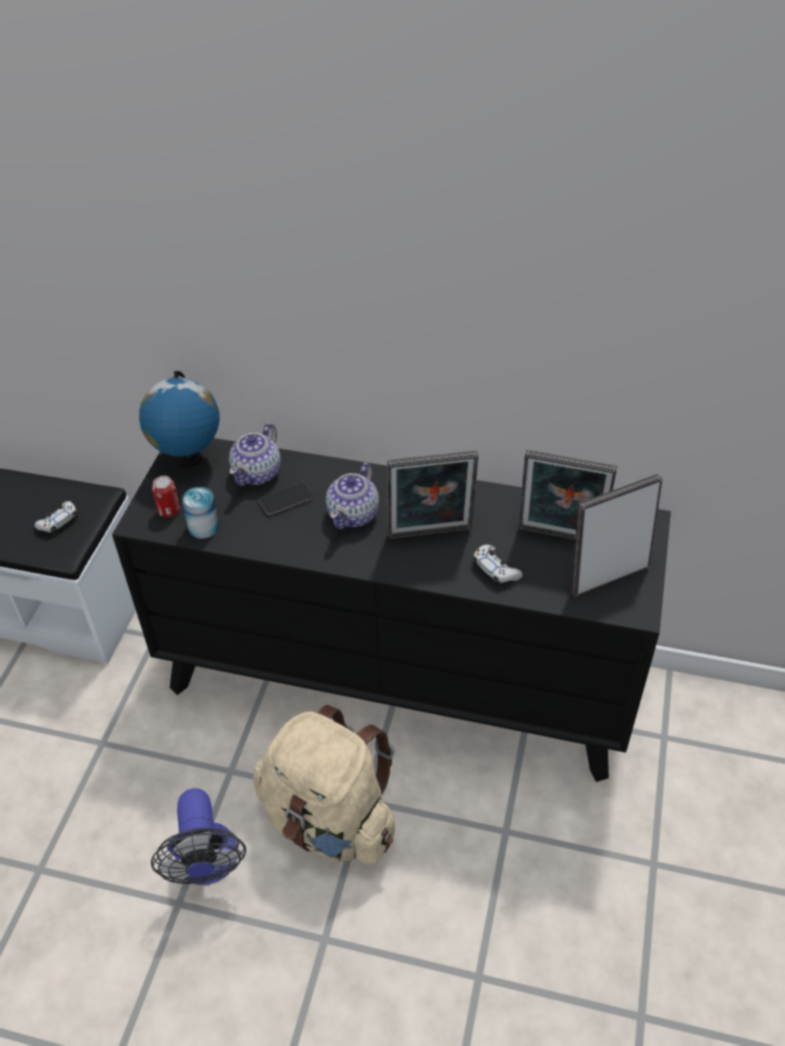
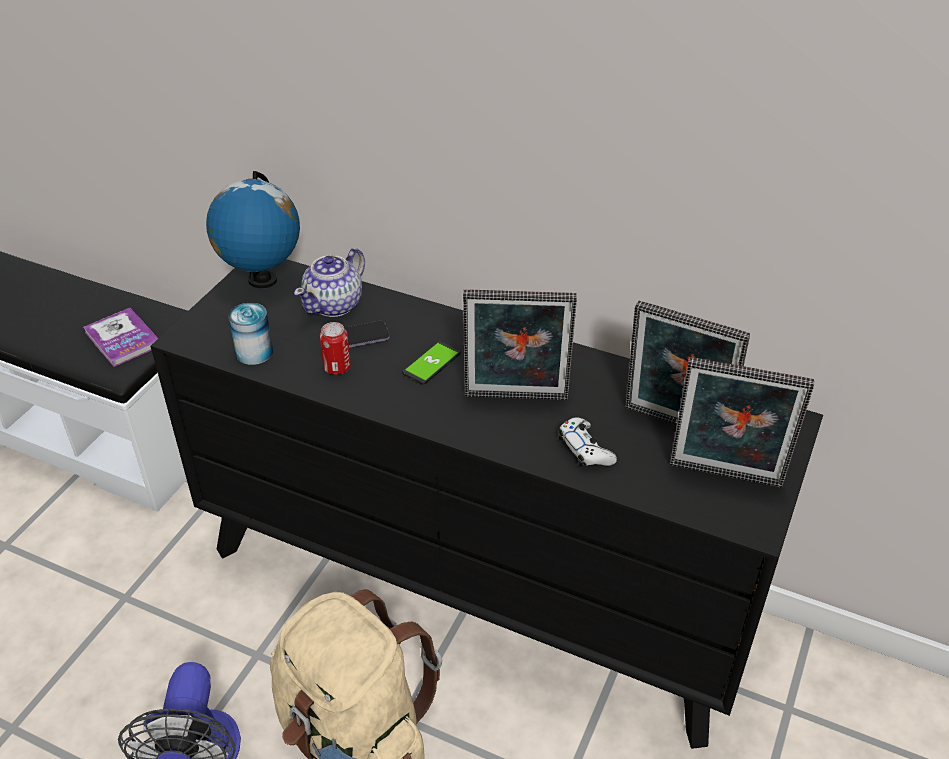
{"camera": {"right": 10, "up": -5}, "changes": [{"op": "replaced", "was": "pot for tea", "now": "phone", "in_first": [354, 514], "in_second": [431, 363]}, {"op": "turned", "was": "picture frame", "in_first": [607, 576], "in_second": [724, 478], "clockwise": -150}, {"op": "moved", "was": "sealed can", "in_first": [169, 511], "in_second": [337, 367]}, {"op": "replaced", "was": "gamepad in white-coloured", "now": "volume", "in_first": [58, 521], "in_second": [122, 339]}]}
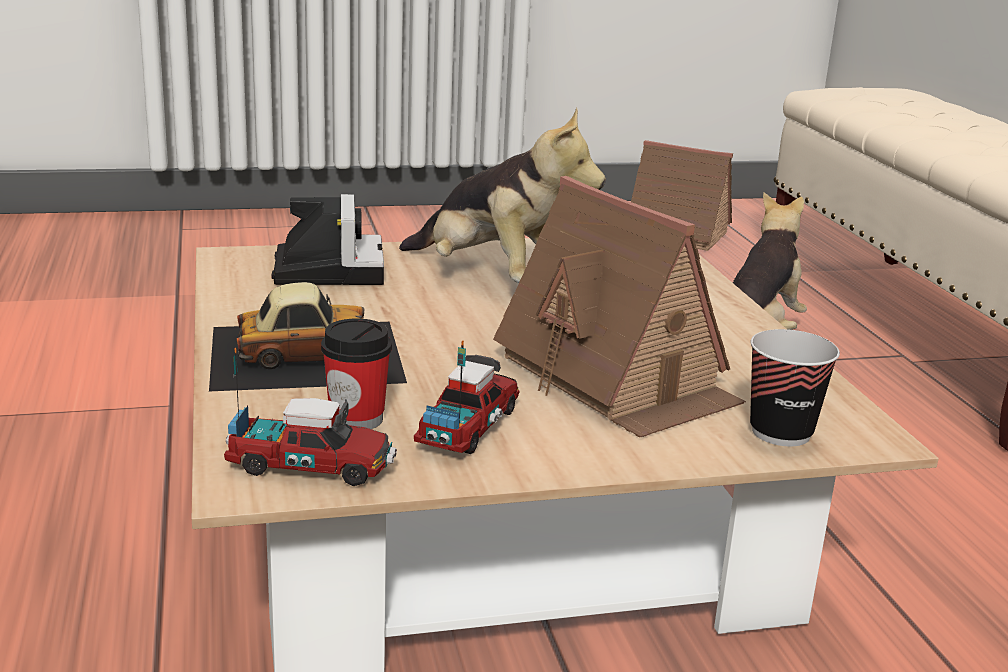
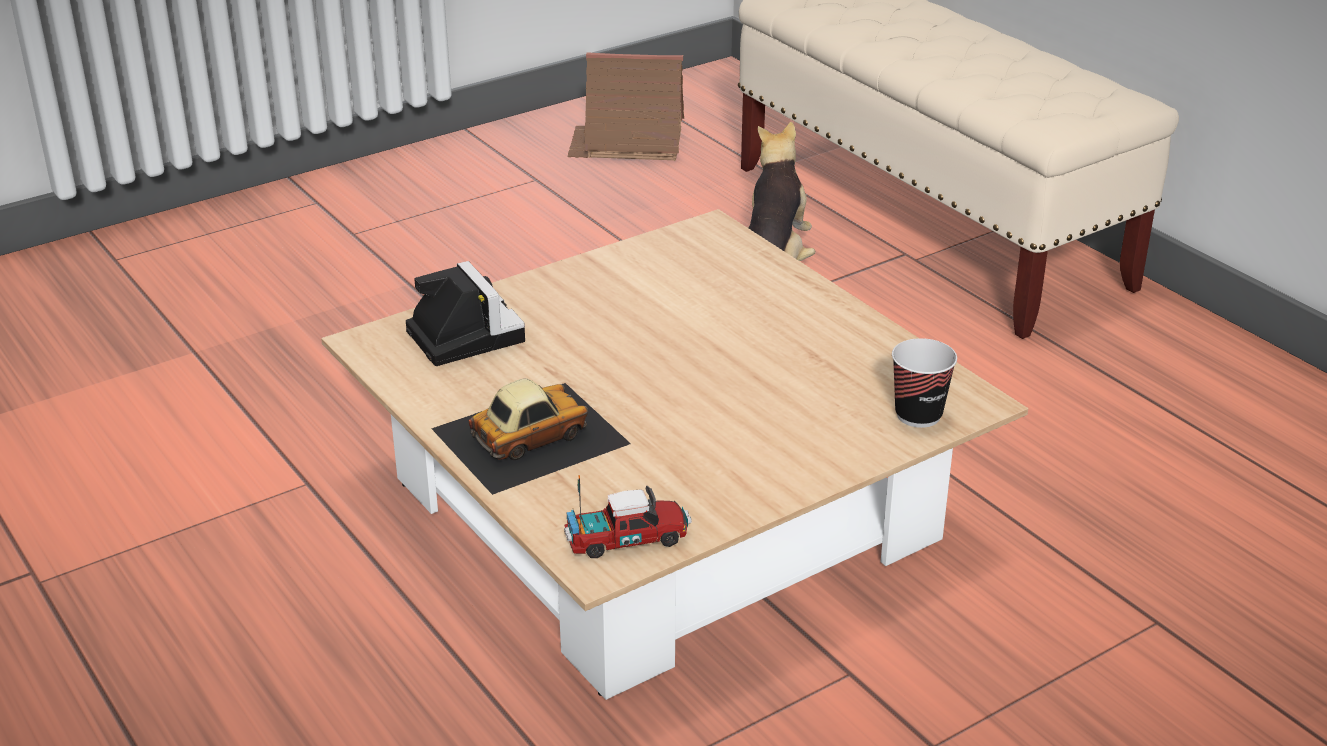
{"camera": {"right": -20, "up": 10}, "changes": [{"op": "removed", "was": "soft toy", "in_first": [492, 280]}, {"op": "removed", "was": "toy house", "in_first": [617, 378]}, {"op": "removed", "was": "cup", "in_first": [356, 419]}, {"op": "removed", "was": "model truck", "in_first": [469, 427]}]}
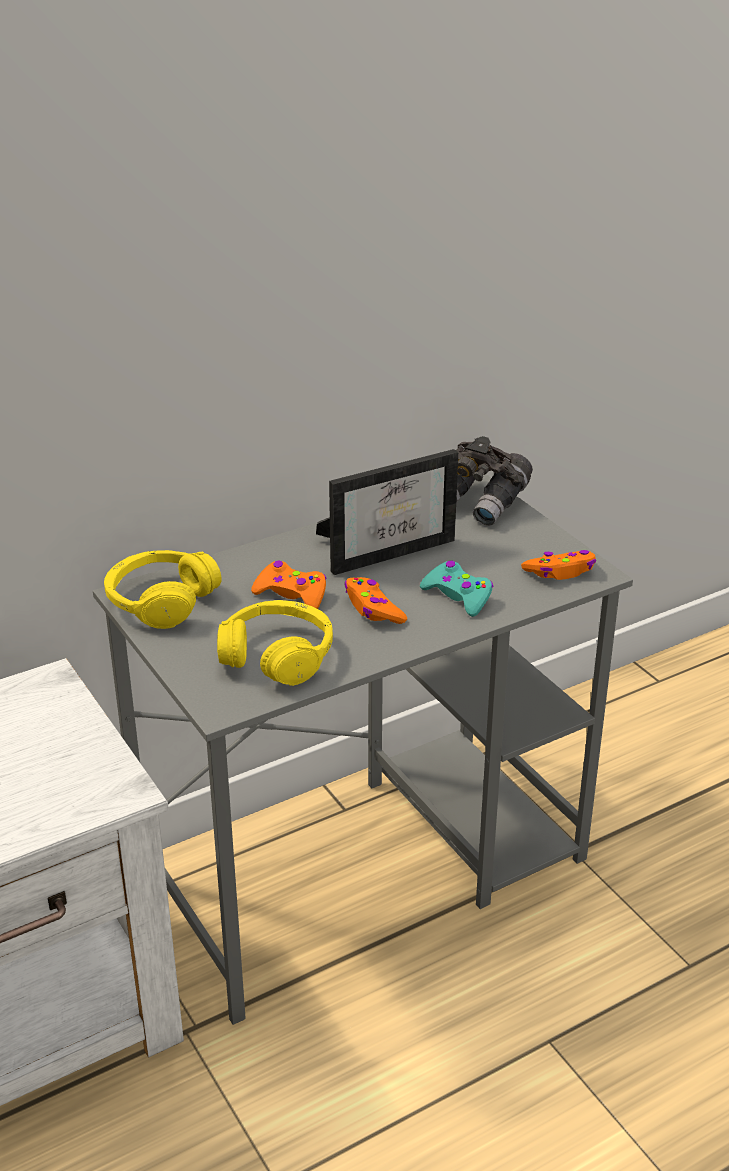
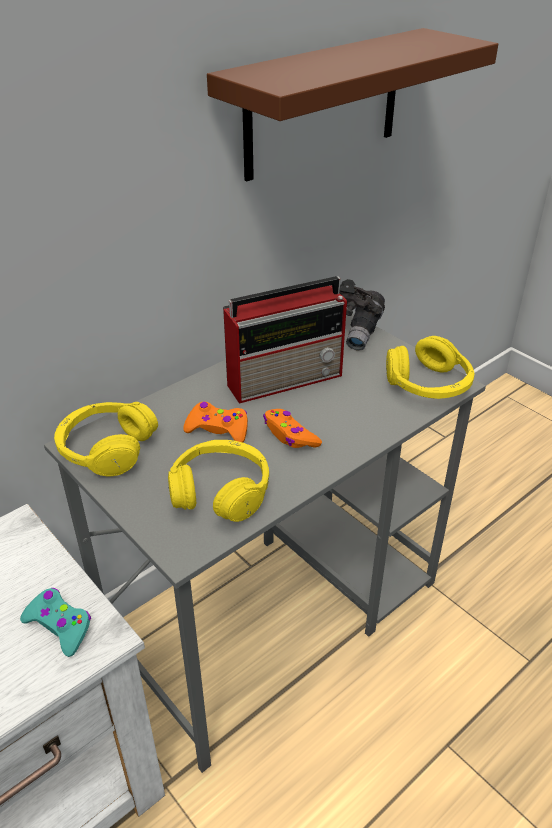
{"camera": {"right": -10, "up": 5}, "changes": [{"op": "replaced", "was": "picture frame", "now": "radio set", "in_first": [389, 549], "in_second": [287, 378]}, {"op": "replaced", "was": "gamepad in orange", "now": "headset in yellow", "in_first": [561, 571], "in_second": [428, 385]}, {"op": "moved", "was": "gamepad in turquoise", "in_first": [458, 596], "in_second": [59, 626]}, {"op": "added", "now": "wall shelf in brown-coloured", "in_second": [323, 104]}]}
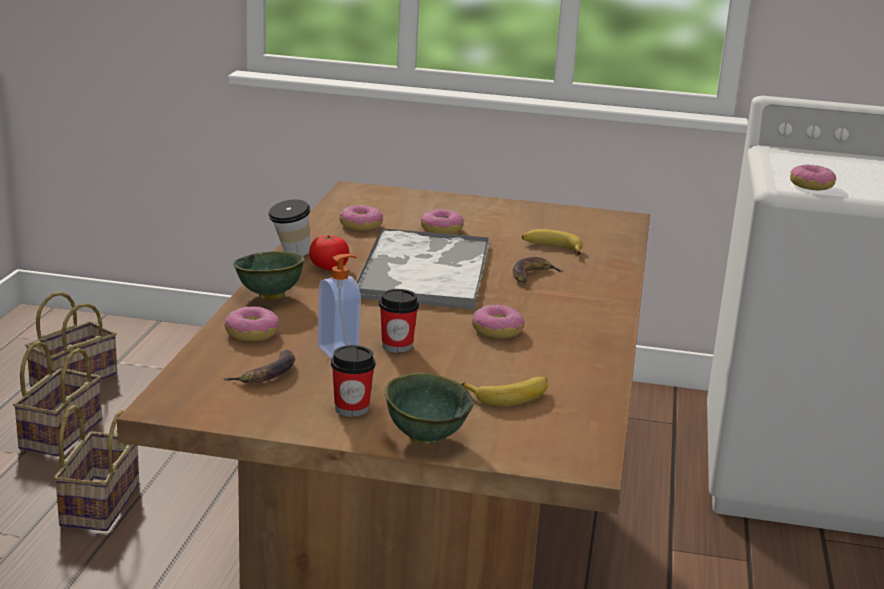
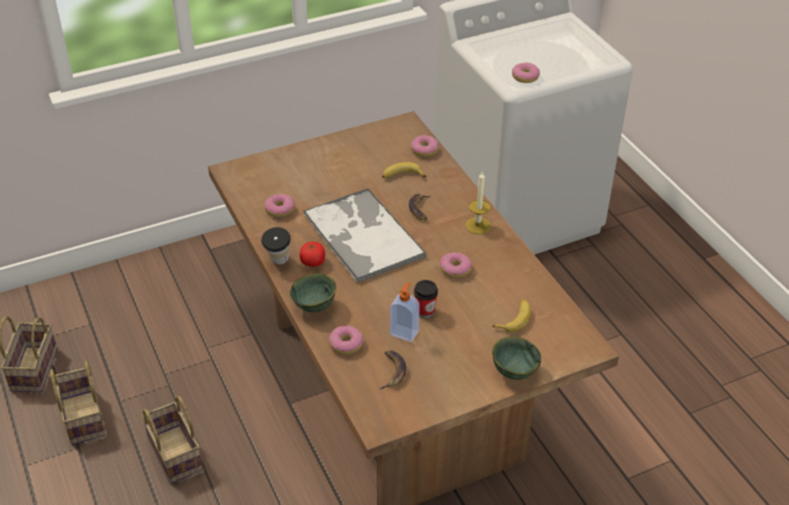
{"camera": {"right": -35, "up": 20}, "changes": [{"op": "moved", "was": "donut", "in_first": [441, 229], "in_second": [424, 150]}, {"op": "removed", "was": "cup", "in_first": [351, 409]}, {"op": "added", "now": "wax candle", "in_second": [478, 225]}]}
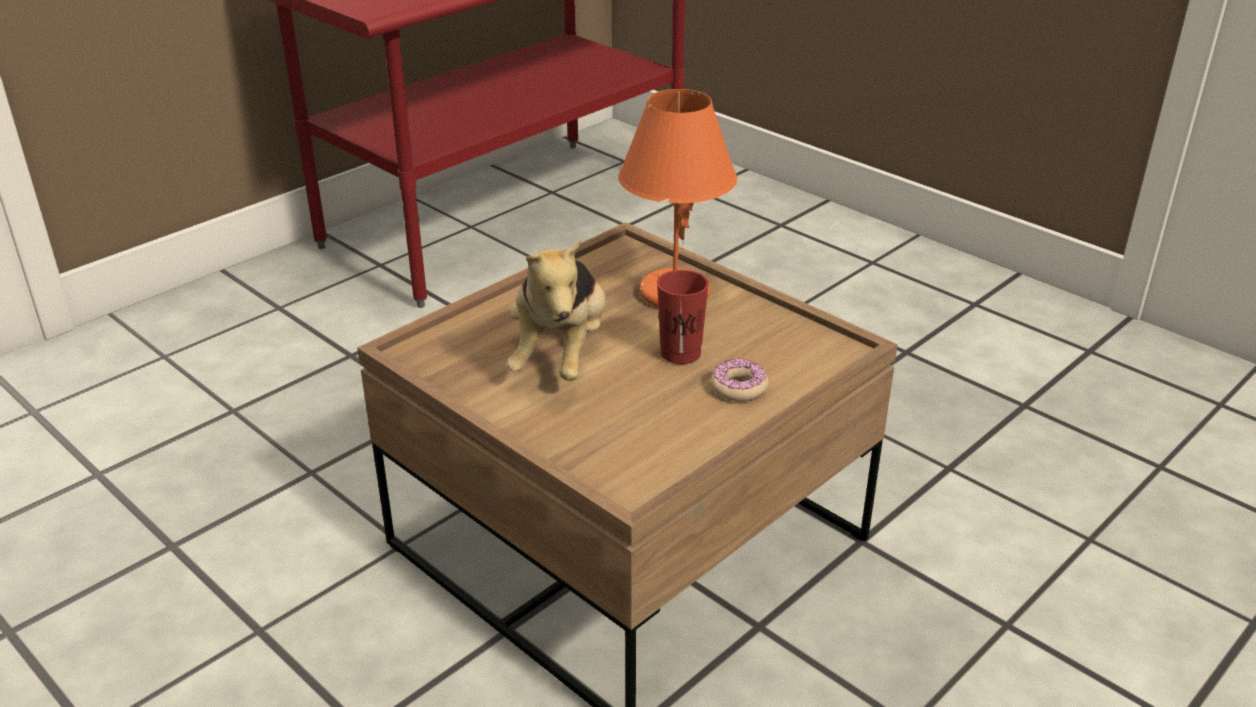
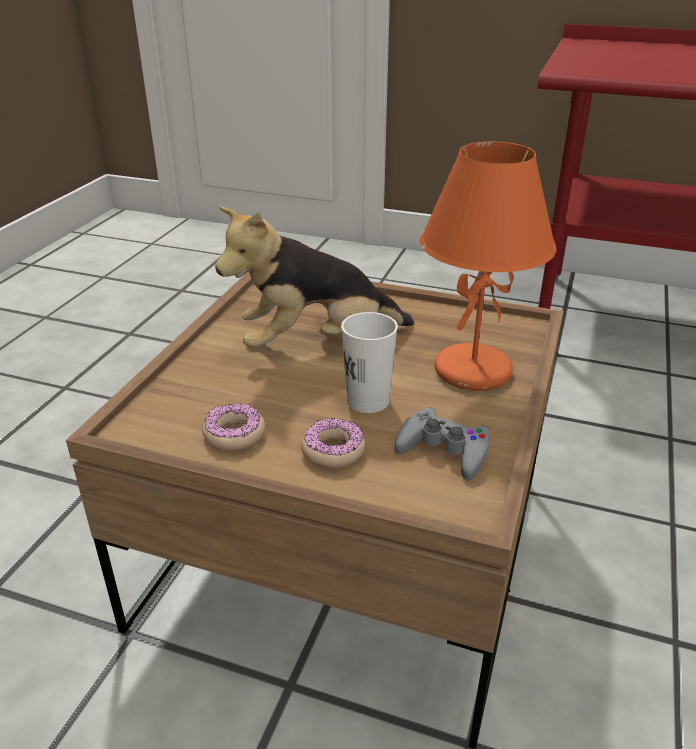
{"camera": {"right": 65, "up": 0}, "changes": [{"op": "recoloured", "was": "cup in red", "now": "cup in white-coloured", "in_first": [680, 353], "in_second": [368, 401]}, {"op": "added", "now": "donut", "in_second": [234, 434]}, {"op": "added", "now": "gamepad in grey", "in_second": [443, 450]}]}
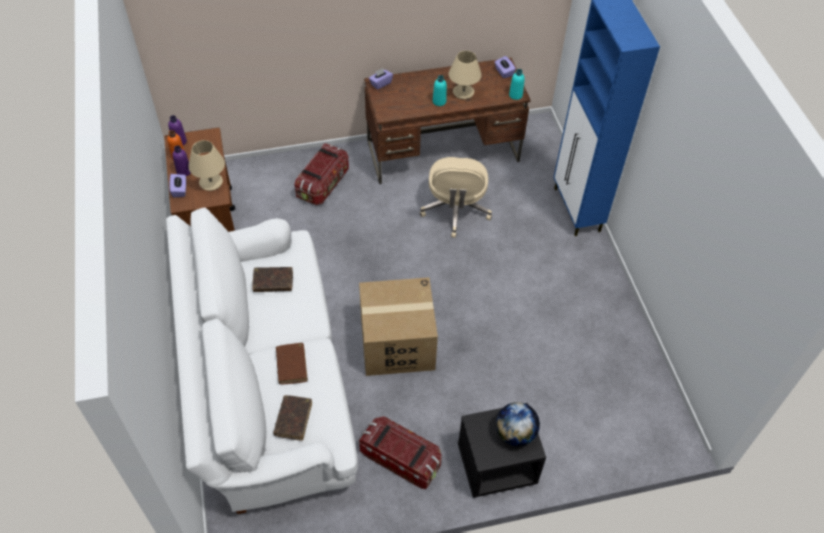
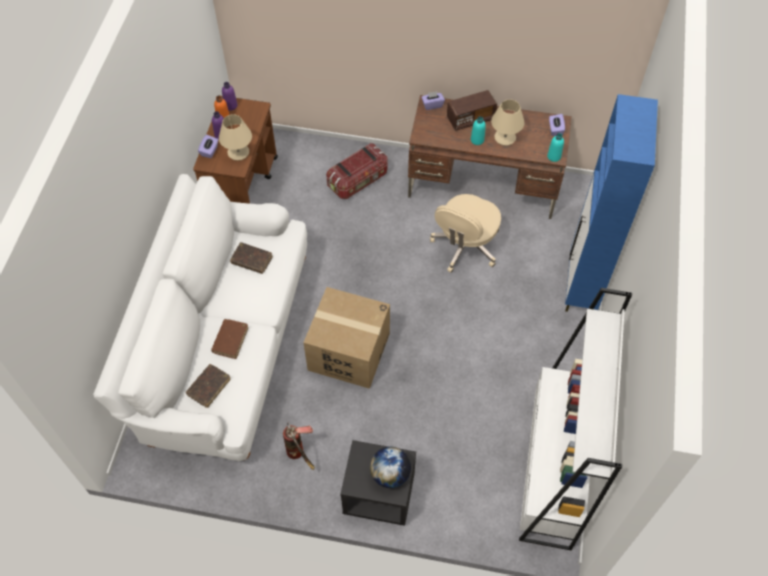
{"camera": {"right": 25, "up": 5}, "changes": [{"op": "replaced", "was": "storage box", "now": "extinguisher", "in_first": [401, 459], "in_second": [300, 455]}, {"op": "added", "now": "radio set", "in_second": [470, 119]}, {"op": "added", "now": "shelving unit in white-coloured", "in_second": [552, 469]}]}
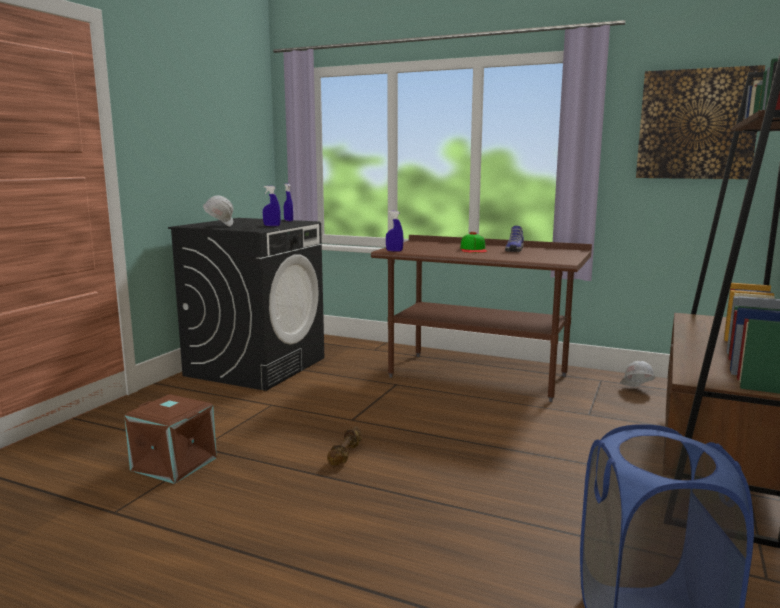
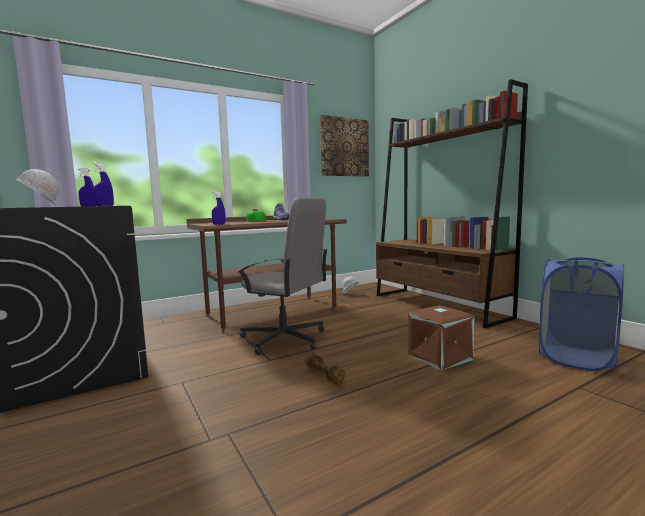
{"camera": {"right": -55, "up": -5}, "changes": [{"op": "moved", "was": "storage box in brown-coloured", "in_first": [175, 463], "in_second": [439, 356]}, {"op": "added", "now": "computer chair in grey", "in_second": [285, 339]}]}
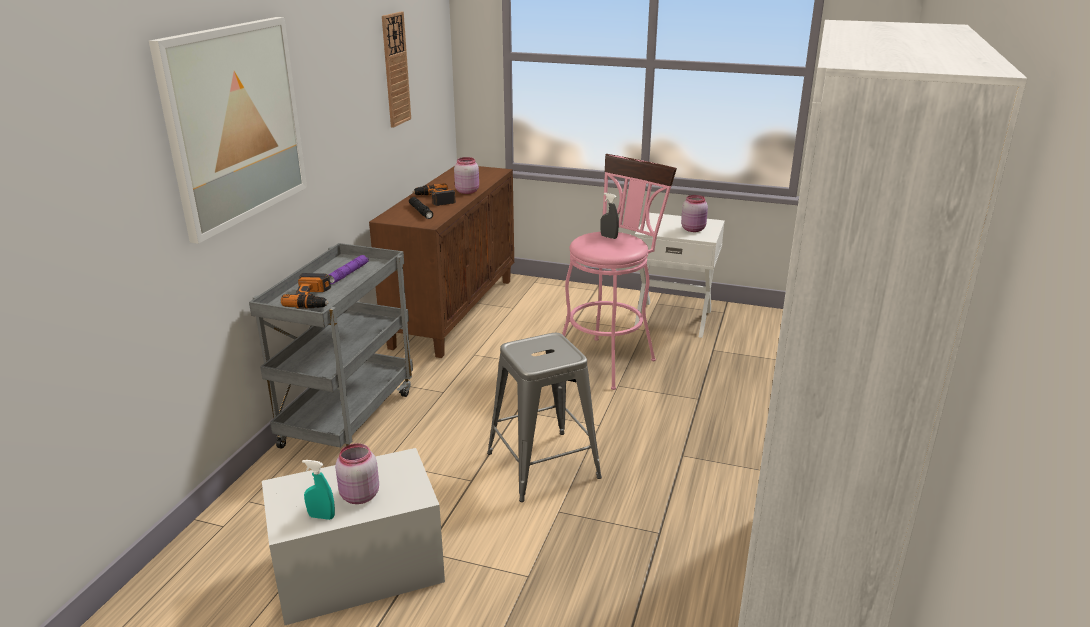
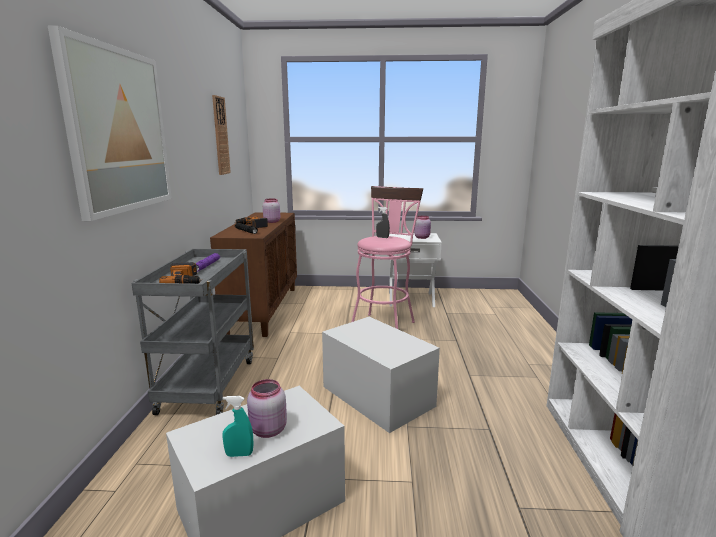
{"camera": {"right": -15, "up": -10}, "changes": [{"op": "replaced", "was": "stool seat in grey", "now": "storage box in white-coloured", "in_first": [543, 465], "in_second": [377, 396]}]}
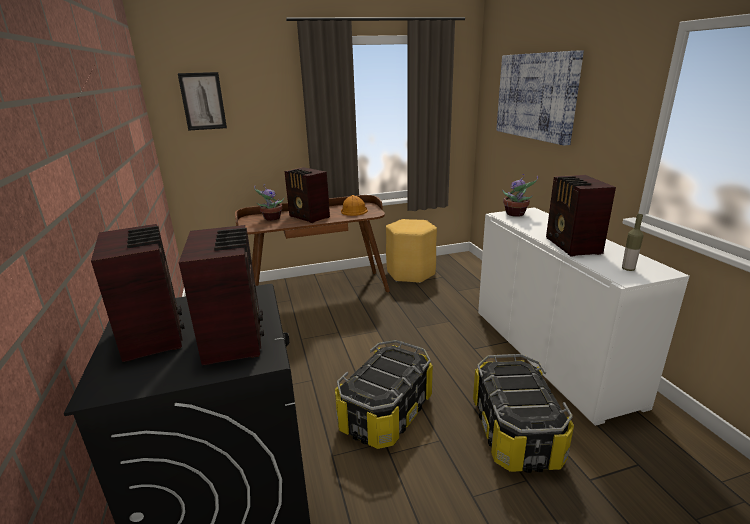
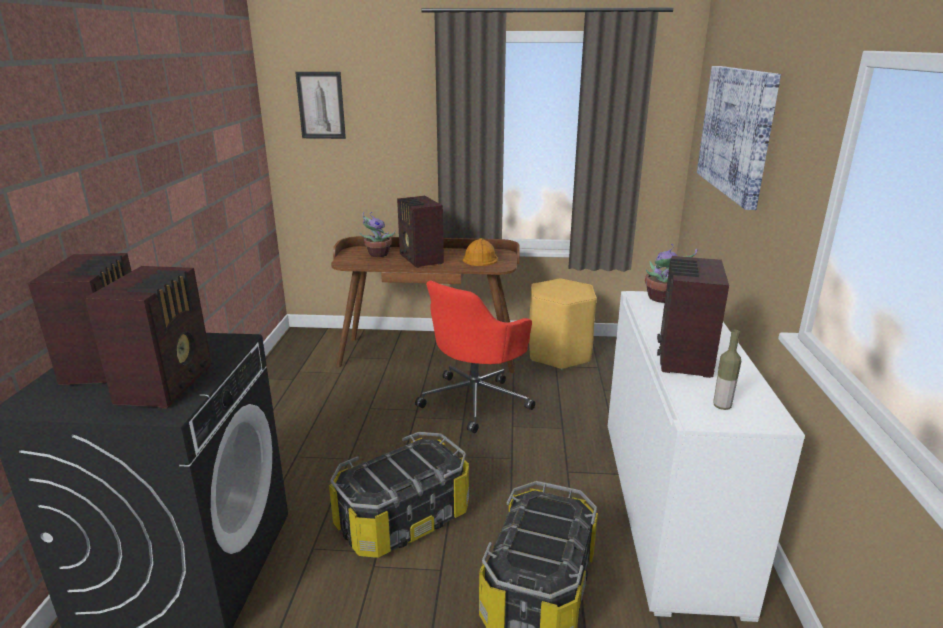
{"camera": {"right": 20, "up": 0}, "changes": [{"op": "added", "now": "computer chair in red", "in_second": [476, 400]}]}
